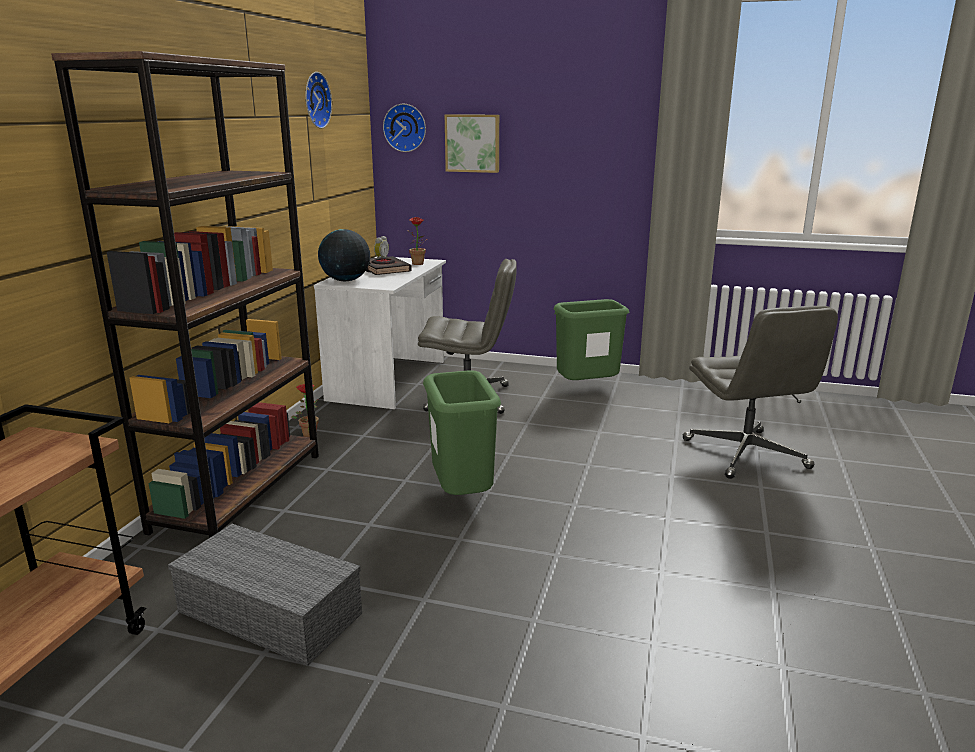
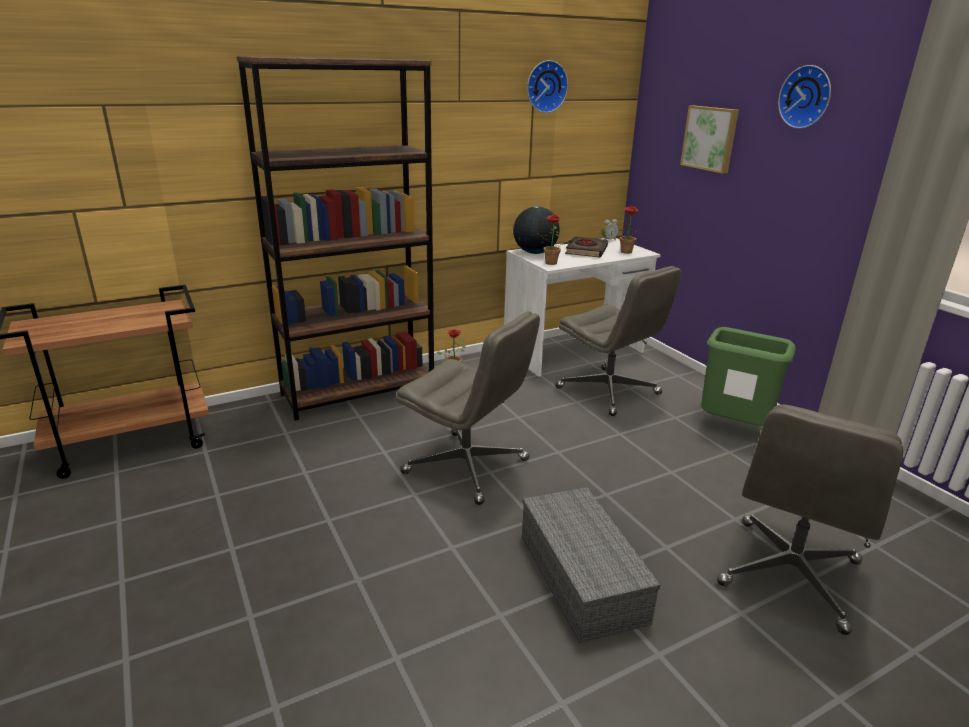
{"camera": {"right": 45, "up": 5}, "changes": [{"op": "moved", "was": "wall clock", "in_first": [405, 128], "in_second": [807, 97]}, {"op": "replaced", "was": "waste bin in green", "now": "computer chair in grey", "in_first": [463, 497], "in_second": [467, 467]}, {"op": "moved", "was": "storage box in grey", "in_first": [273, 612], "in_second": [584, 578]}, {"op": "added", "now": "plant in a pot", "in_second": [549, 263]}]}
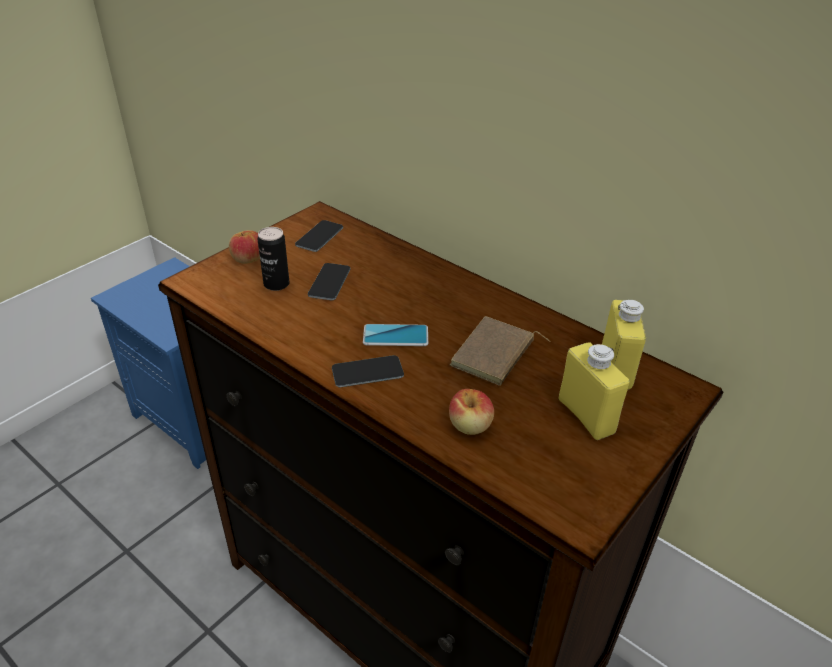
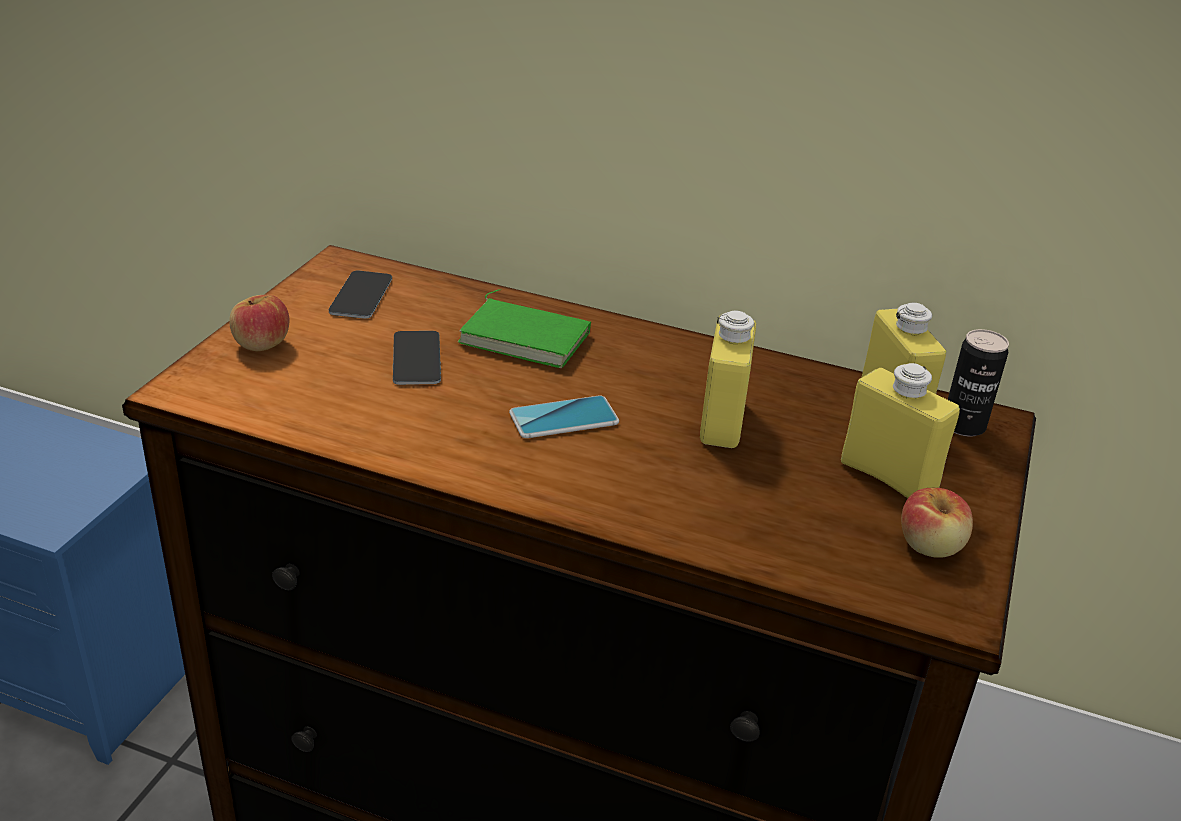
{"camera": {"right": -20, "up": -5}, "changes": [{"op": "moved", "was": "sealed can", "in_first": [276, 284], "in_second": [963, 425]}, {"op": "replaced", "was": "volume in brown-coloured", "now": "drink bottle in yellow", "in_first": [495, 355], "in_second": [722, 421]}, {"op": "removed", "was": "phone", "in_first": [367, 372]}, {"op": "moved", "was": "apple fruit", "in_first": [470, 425], "in_second": [930, 546]}, {"op": "added", "now": "volume in green", "in_second": [527, 337]}]}
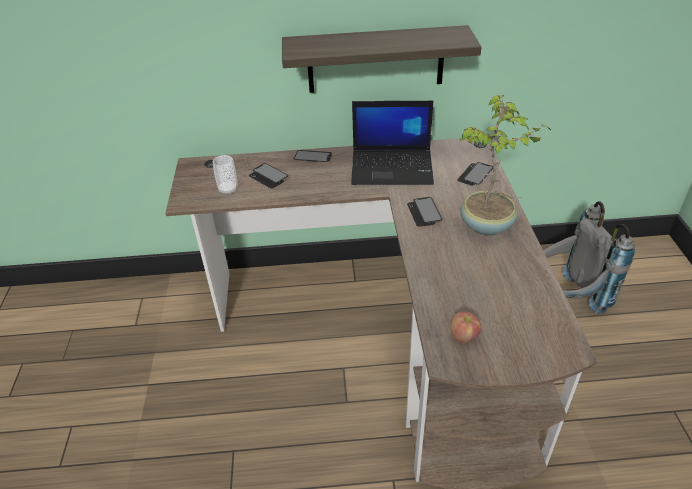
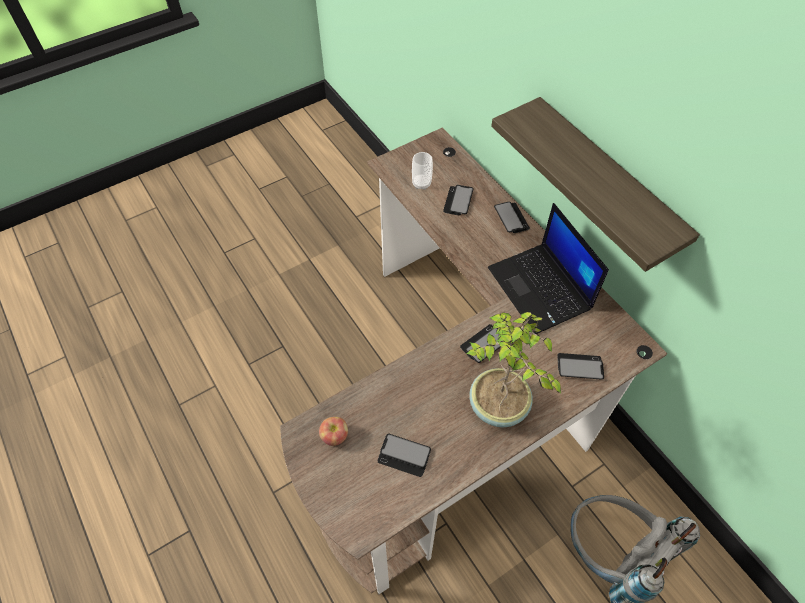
{"camera": {"right": 60, "up": 15}, "changes": [{"op": "added", "now": "phone", "in_second": [404, 455]}]}
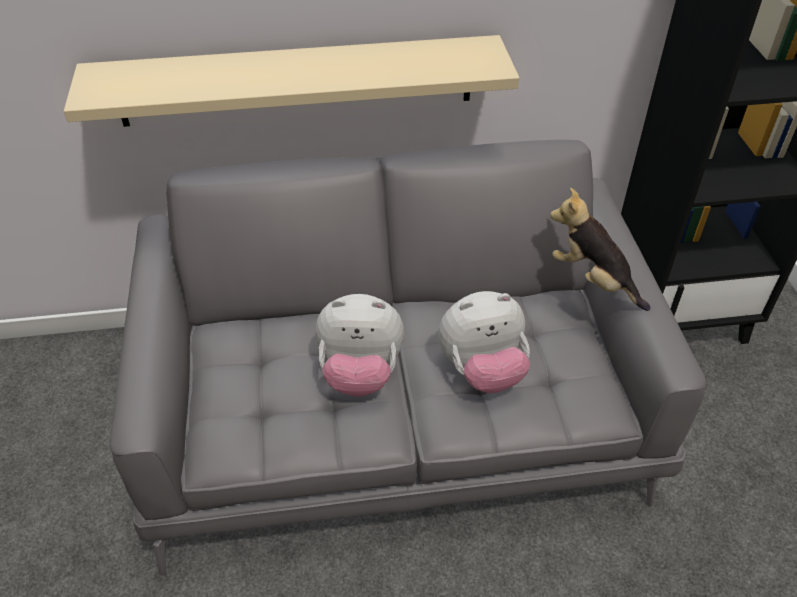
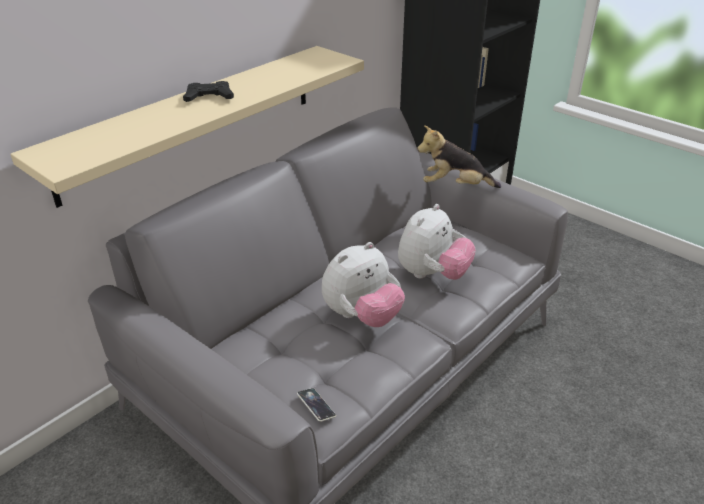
{"camera": {"right": -40, "up": -10}, "changes": [{"op": "added", "now": "gamepad in black-coloured", "in_second": [209, 97]}, {"op": "added", "now": "phone", "in_second": [316, 406]}]}
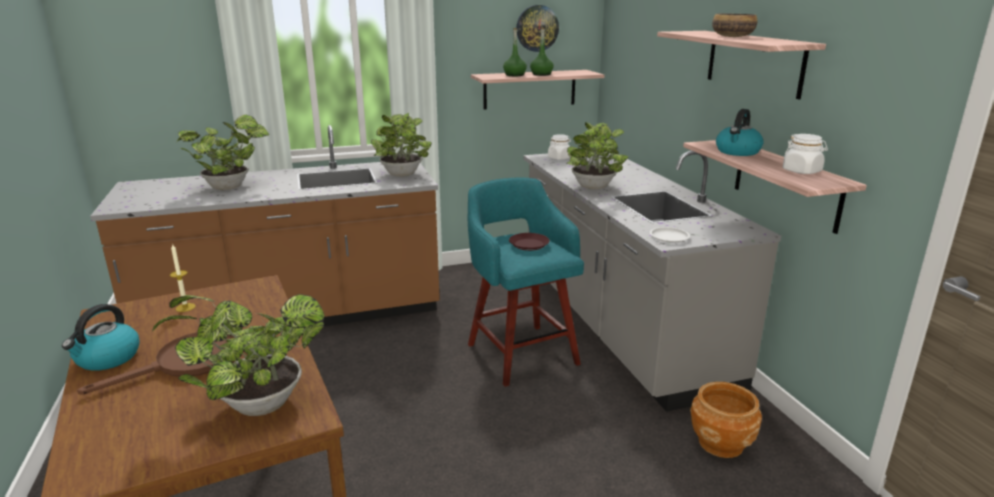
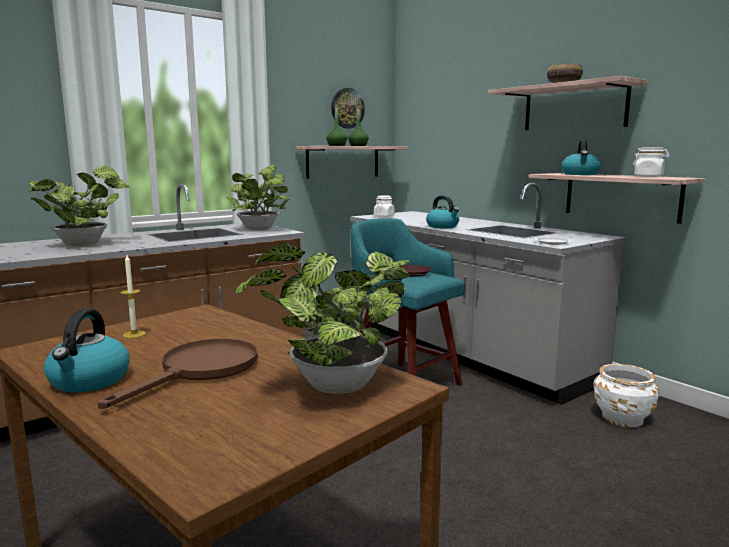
{"camera": {"right": -20, "up": -10}, "changes": [{"op": "replaced", "was": "plant in a pot", "now": "water kettle", "in_first": [593, 188], "in_second": [443, 226]}, {"op": "recoloured", "was": "plant pot in brown-coloured", "now": "plant pot in white-coloured", "in_first": [721, 443], "in_second": [622, 418]}]}
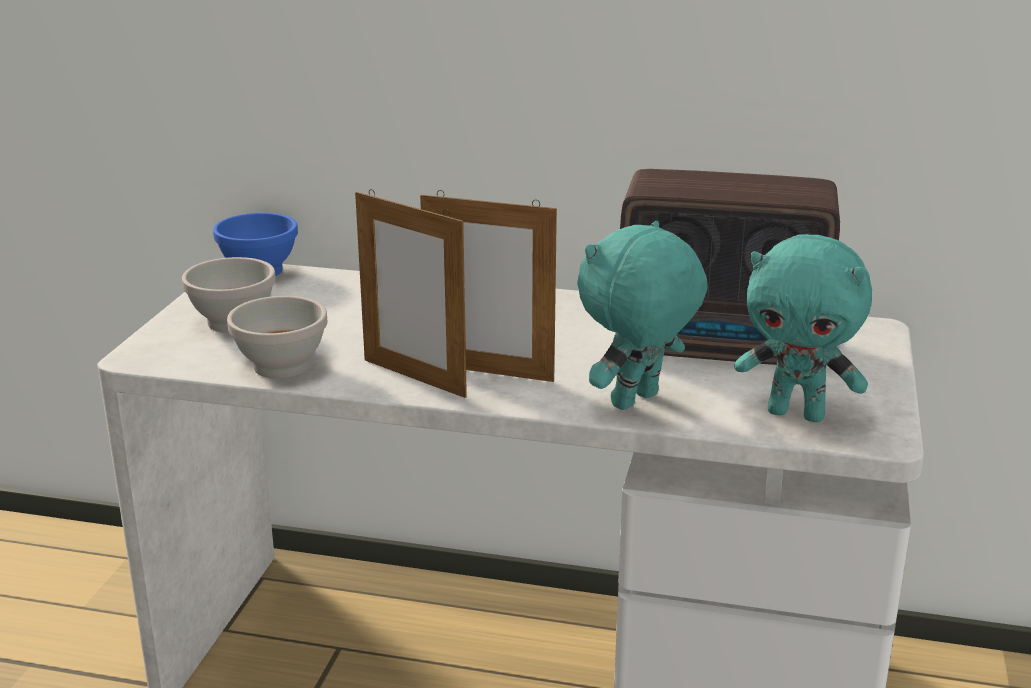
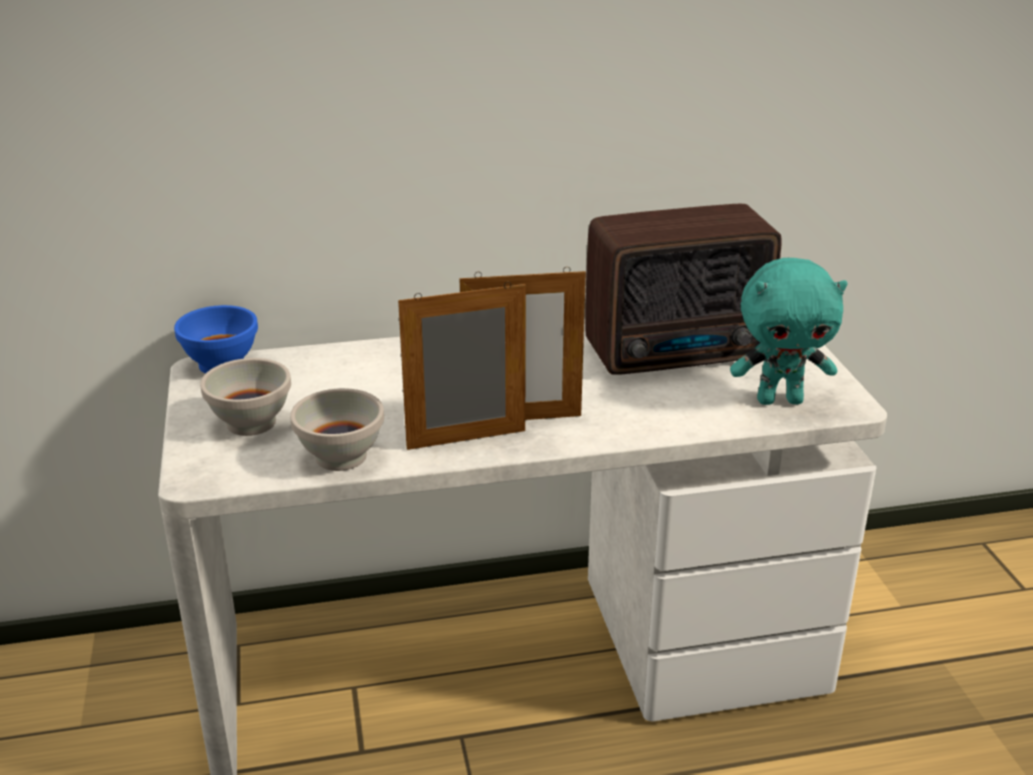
{"camera": {"right": -25, "up": 5}, "changes": [{"op": "turned", "was": "picture frame", "in_first": [414, 378], "in_second": [466, 439], "clockwise": 150}, {"op": "removed", "was": "soft toy in turquoise", "in_first": [636, 402]}]}
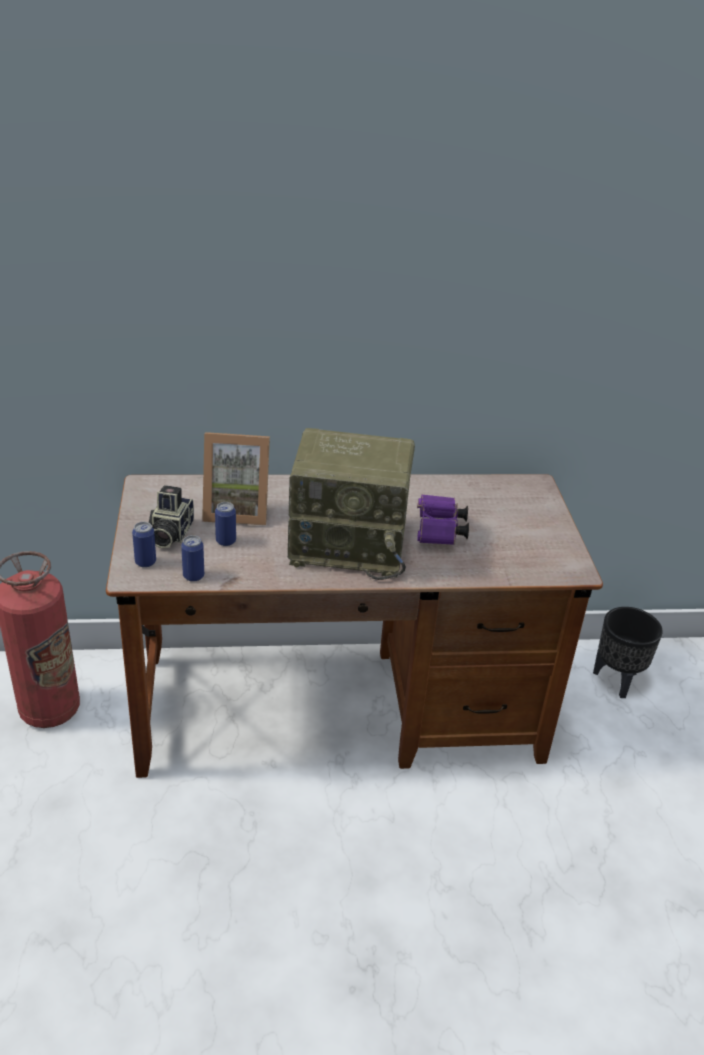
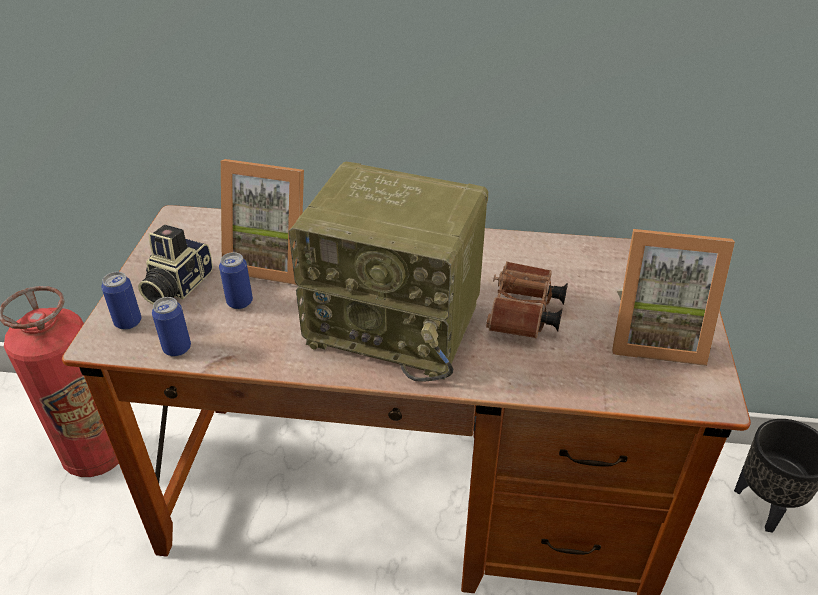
{"camera": {"right": 15, "up": 5}, "changes": [{"op": "recoloured", "was": "binoculars in purple-coloured", "now": "binoculars in brown-coloured", "in_first": [439, 532], "in_second": [523, 316]}, {"op": "added", "now": "picture frame", "in_second": [655, 336]}]}
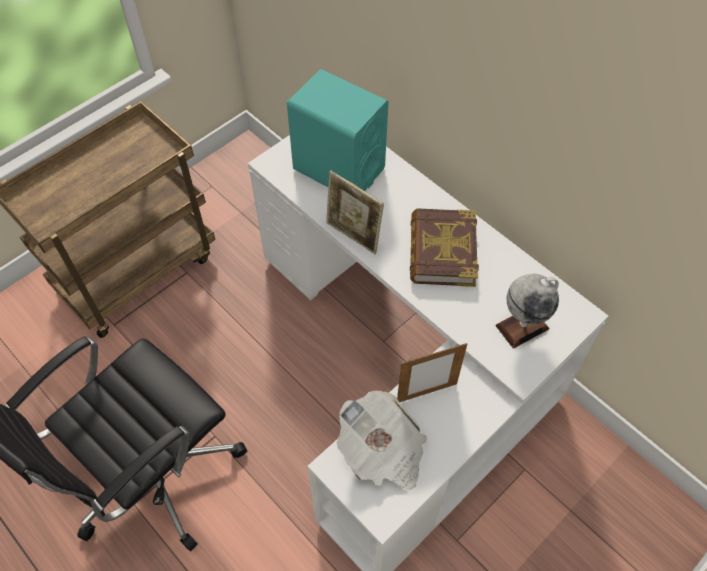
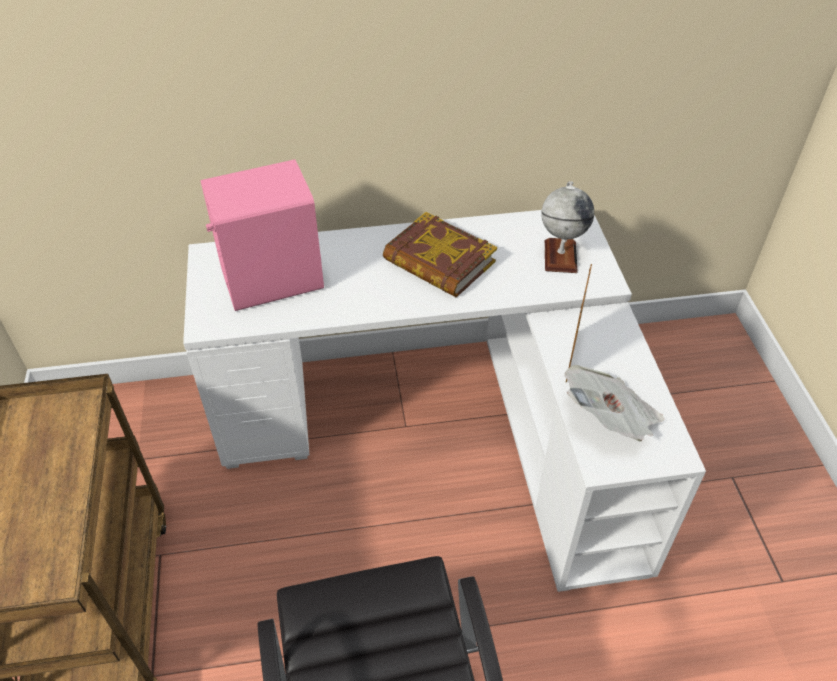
{"camera": {"right": -55, "up": -10}, "changes": [{"op": "recoloured", "was": "speaker in turquoise", "now": "speaker in pinkish", "in_first": [338, 169], "in_second": [271, 280]}, {"op": "removed", "was": "picture frame", "in_first": [353, 236]}]}
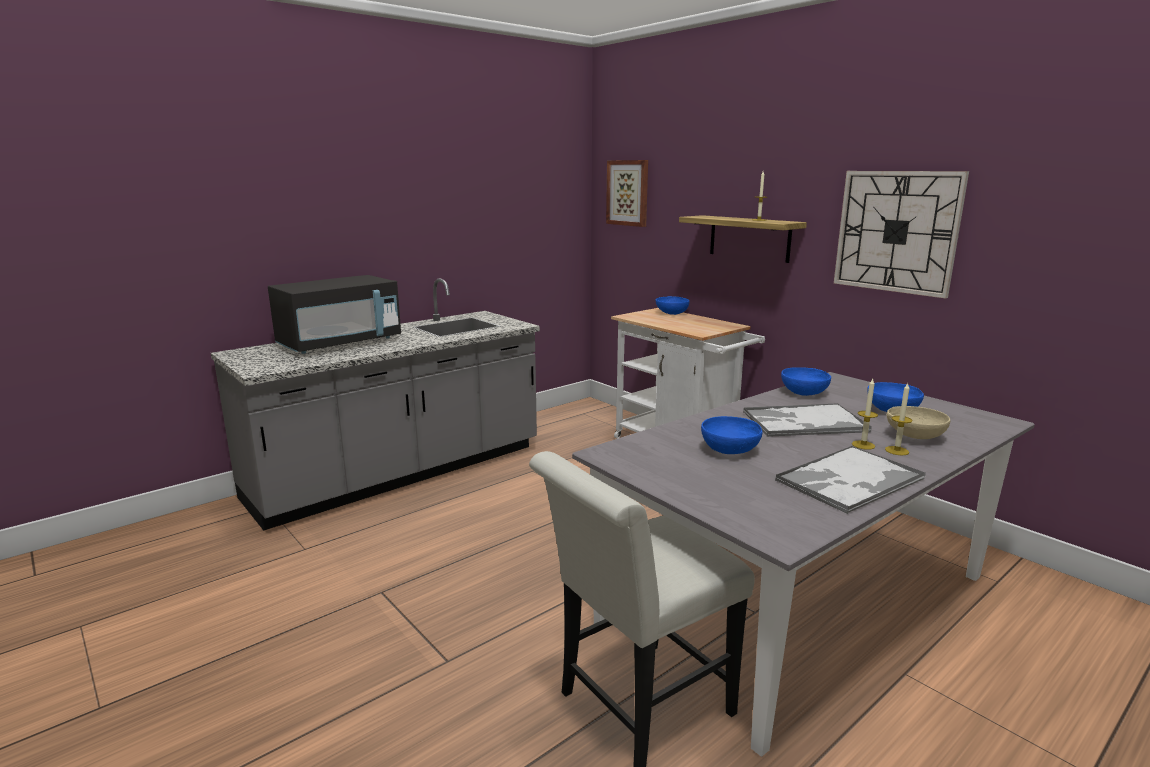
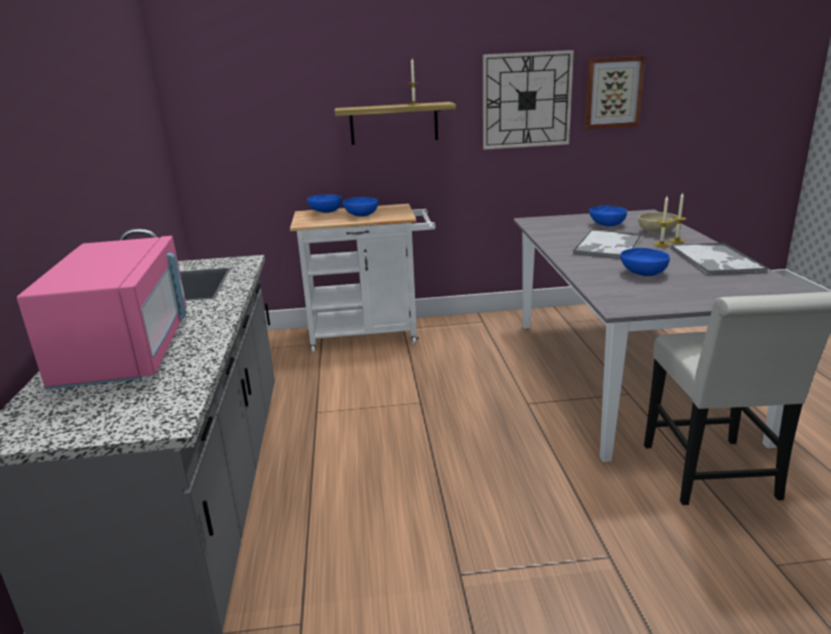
{"camera": {"right": -55, "up": 5}, "changes": [{"op": "moved", "was": "picture", "in_first": [628, 193], "in_second": [613, 92]}, {"op": "recoloured", "was": "microwave oven in black-coloured", "now": "microwave oven in pinkish", "in_first": [340, 343], "in_second": [128, 352]}, {"op": "moved", "was": "serving bowl in bluish", "in_first": [803, 392], "in_second": [361, 215]}]}
